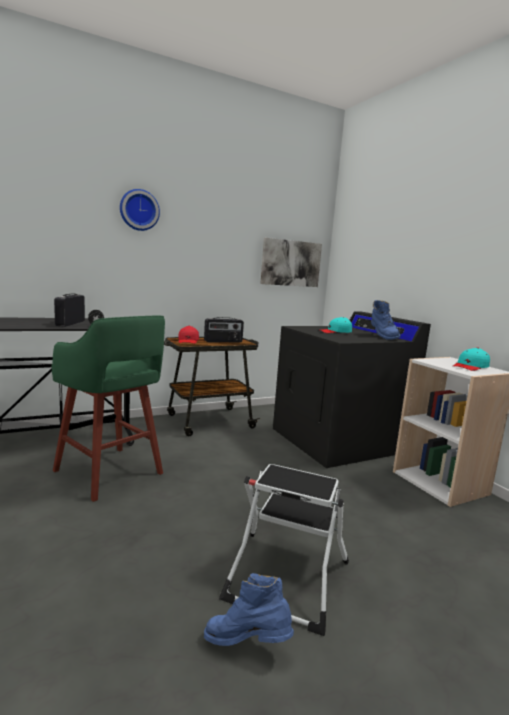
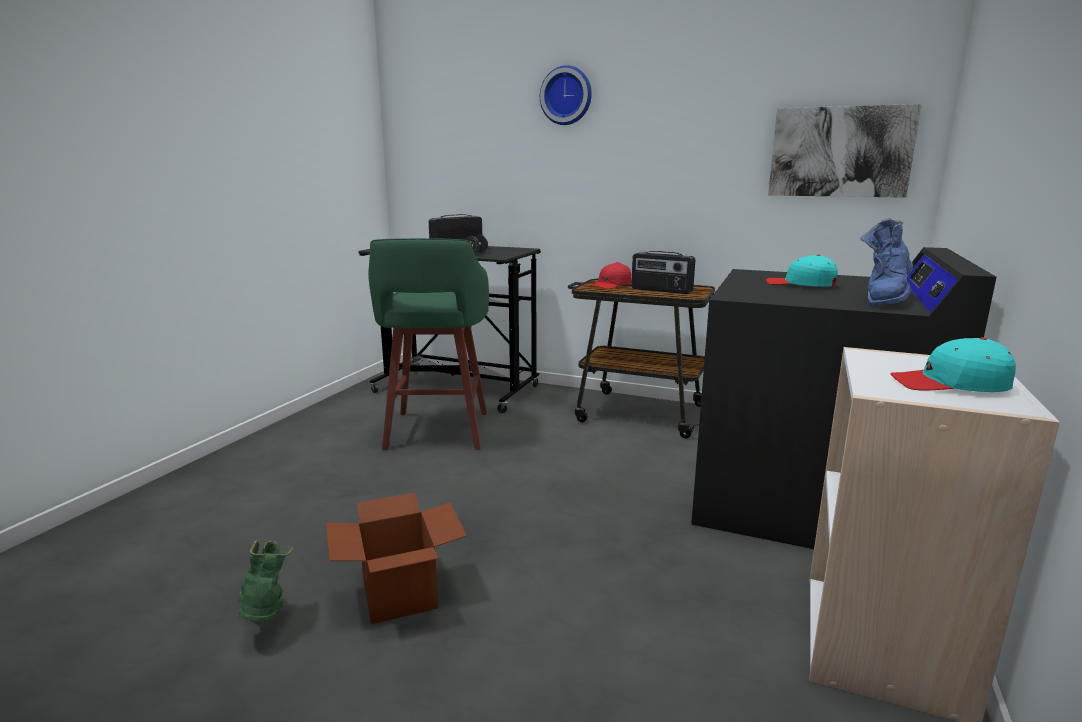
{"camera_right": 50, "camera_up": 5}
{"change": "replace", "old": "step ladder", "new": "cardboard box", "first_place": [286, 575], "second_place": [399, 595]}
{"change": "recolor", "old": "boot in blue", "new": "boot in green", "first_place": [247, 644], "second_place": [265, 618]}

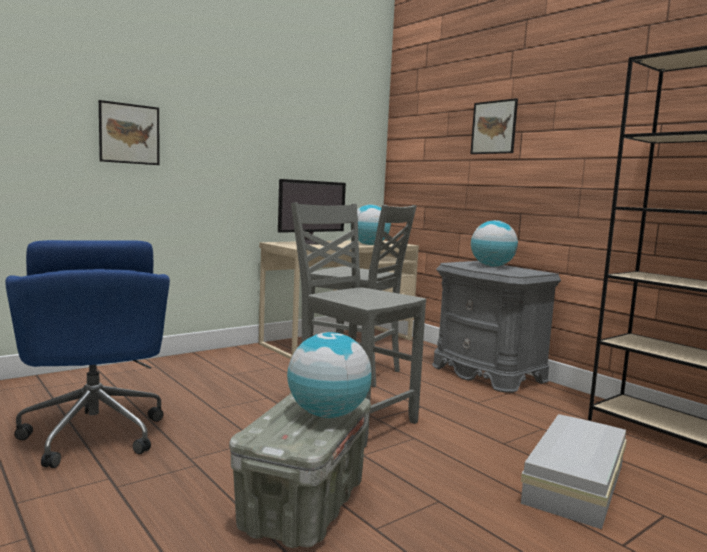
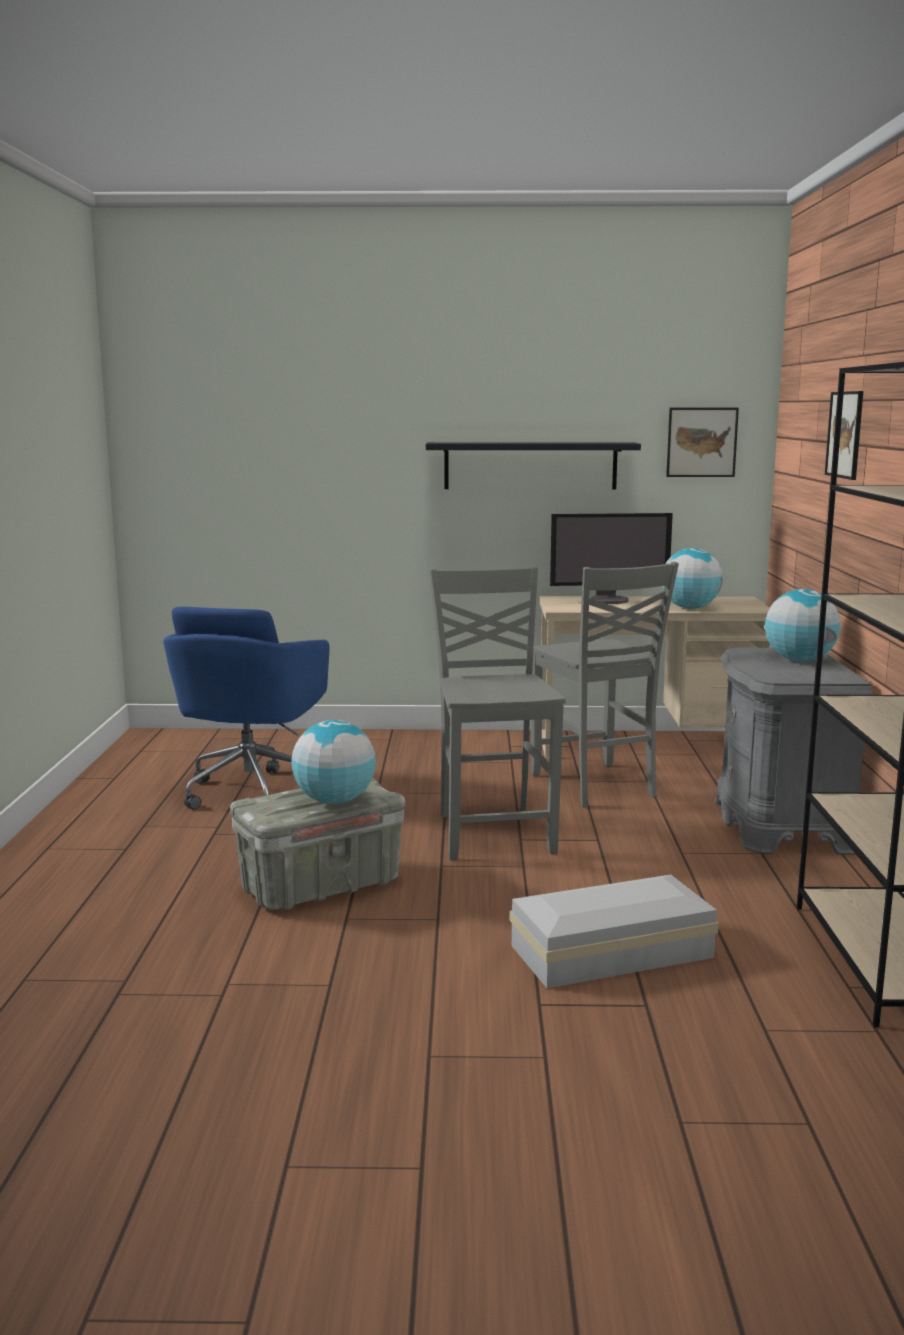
{"camera_right": 40, "camera_up": 5}
{"change": "move", "old": "picture", "first_place": [129, 134], "second_place": [701, 442]}
{"change": "insert", "new": "shelf in black", "second_place": [530, 465]}

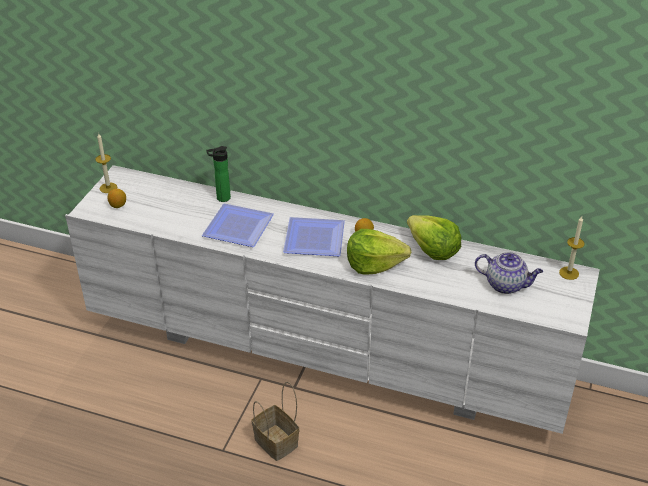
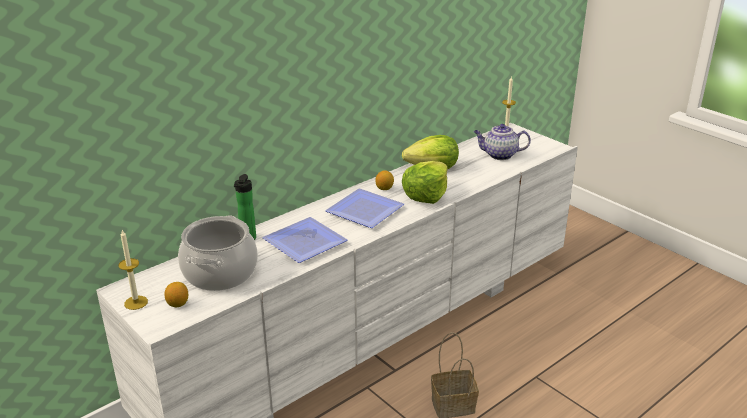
{"camera_right": -60, "camera_up": -10}
{"change": "rotate", "old": "teapot", "first_place": [506, 285], "second_place": [499, 155], "degrees": -135}
{"change": "insert", "new": "cooking pot", "second_place": [219, 272]}

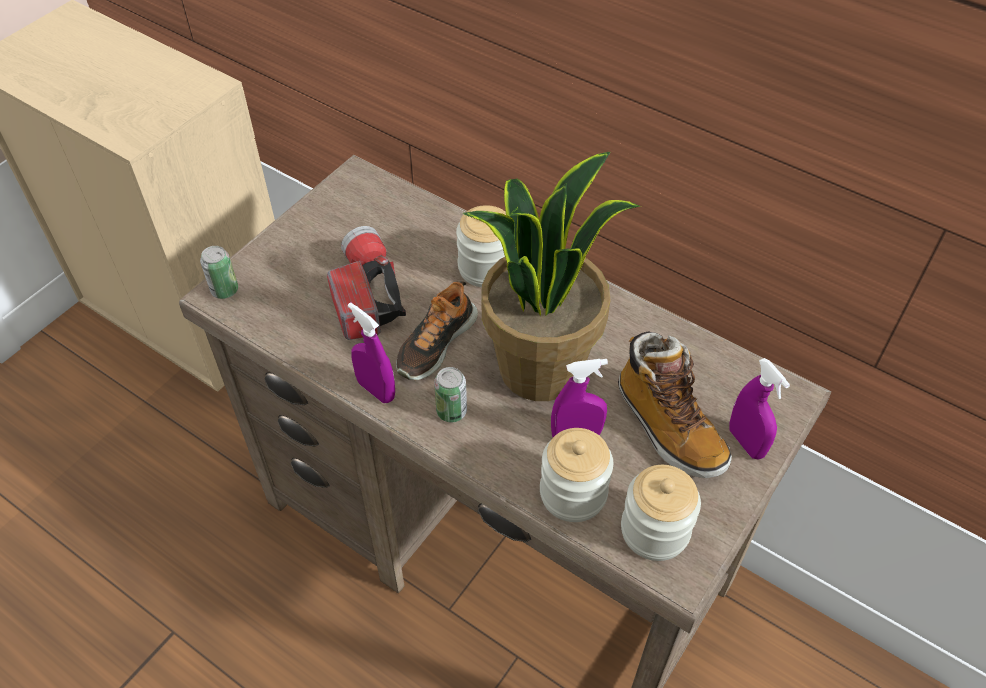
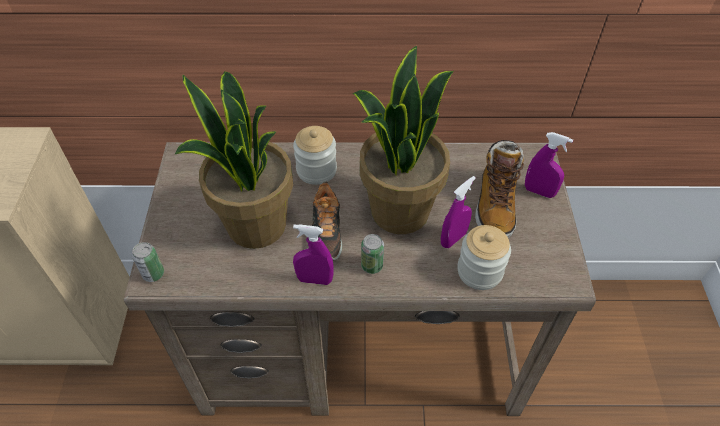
{"camera_right": -35, "camera_up": 0}
{"change": "replace", "old": "flashlight", "new": "potted plant", "first_place": [365, 295], "second_place": [255, 225]}
{"change": "rotate", "old": "boot", "first_place": [668, 427], "second_place": [495, 205], "degrees": 75}
{"change": "delete", "old": "jar", "first_place": [655, 530]}

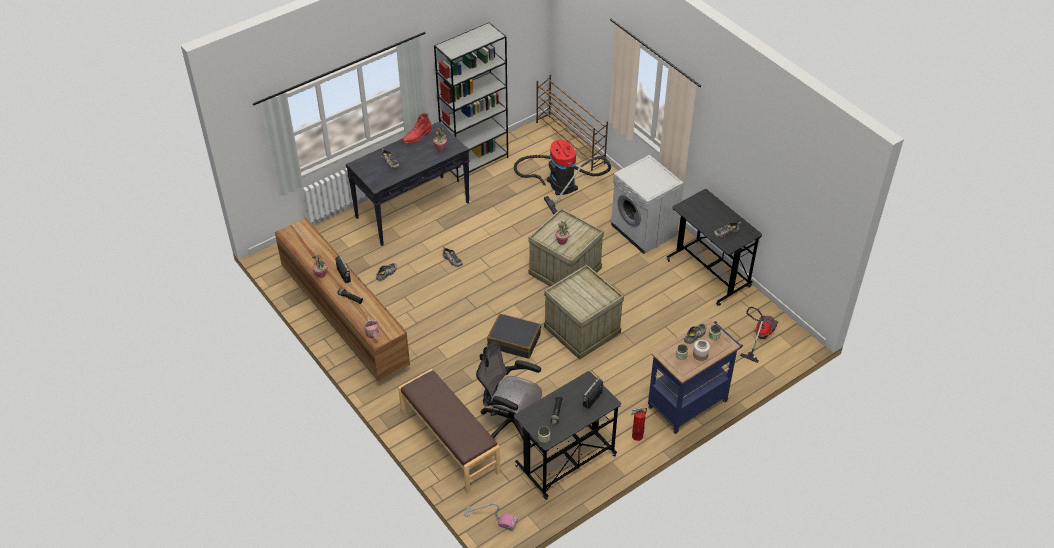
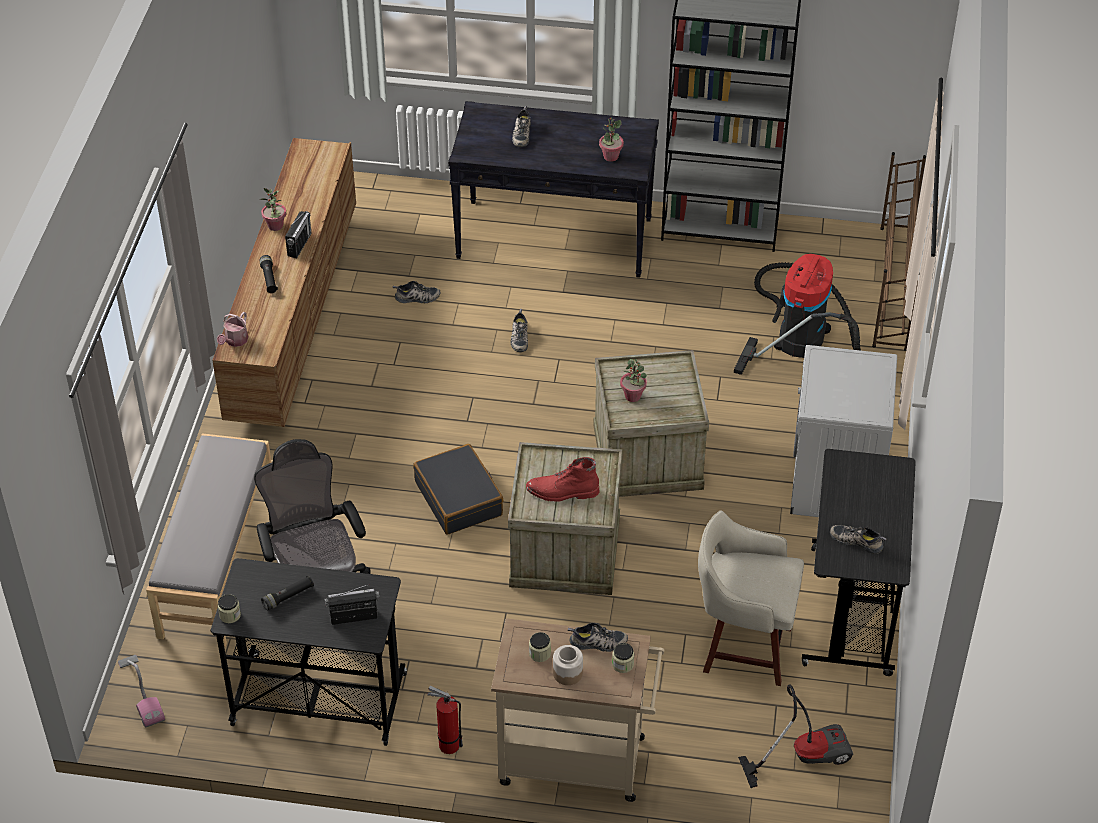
{"camera_right": 45, "camera_up": 0}
{"change": "move", "old": "boot in red", "first_place": [417, 136], "second_place": [562, 492]}
{"change": "recolor", "old": "cart in blue", "new": "cart in beige", "first_place": [689, 403], "second_place": [577, 762]}
{"change": "recolor", "old": "bench in brown", "new": "bench in grey", "first_place": [449, 442], "second_place": [216, 562]}
{"change": "insert", "new": "stool in beige", "second_place": [742, 648]}

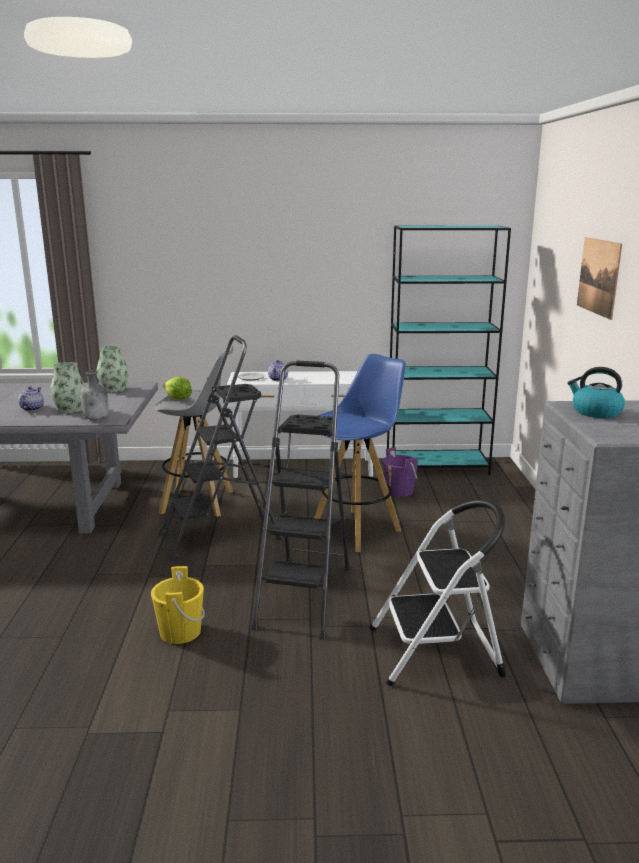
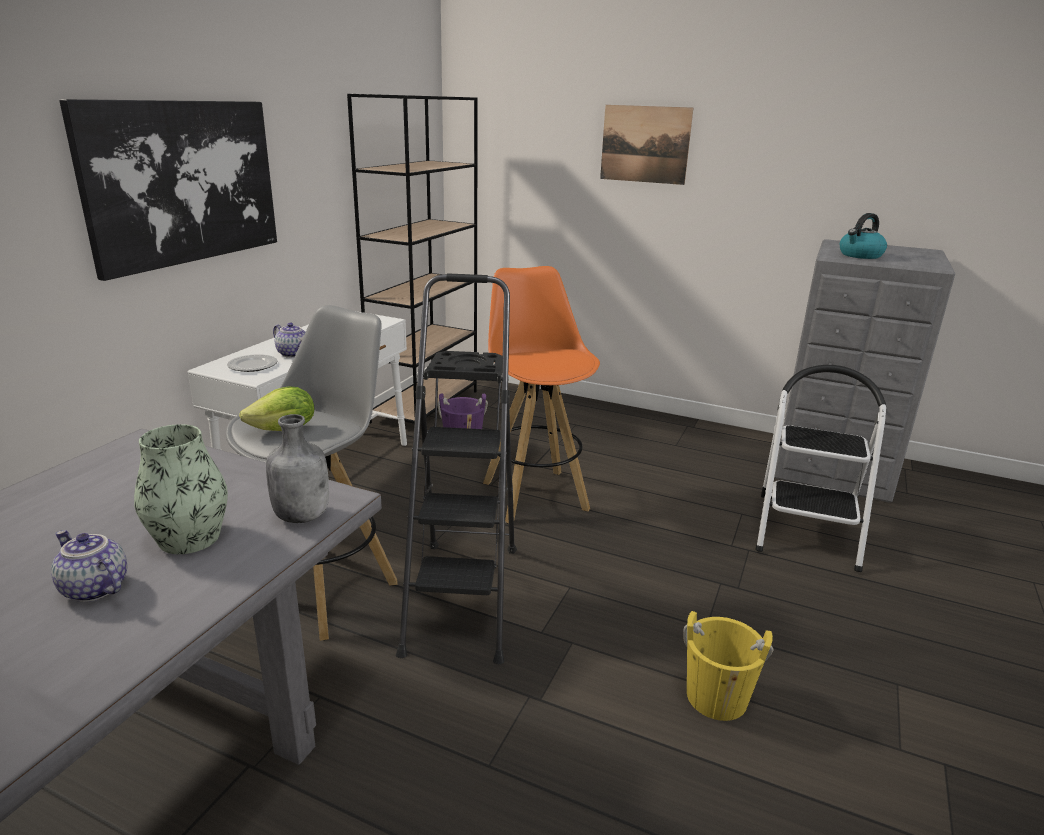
{"camera_right": -65, "camera_up": 5}
{"change": "recolor", "old": "bookcase in turquoise", "new": "bookcase in beige", "first_place": [437, 466], "second_place": [425, 406]}
{"change": "delete", "old": "vase", "first_place": [114, 389]}
{"change": "recolor", "old": "stool in blue", "new": "stool in orange", "first_place": [357, 530], "second_place": [535, 494]}
{"change": "delete", "old": "step ladder", "first_place": [304, 594]}
{"change": "insert", "new": "picture", "second_place": [183, 182]}

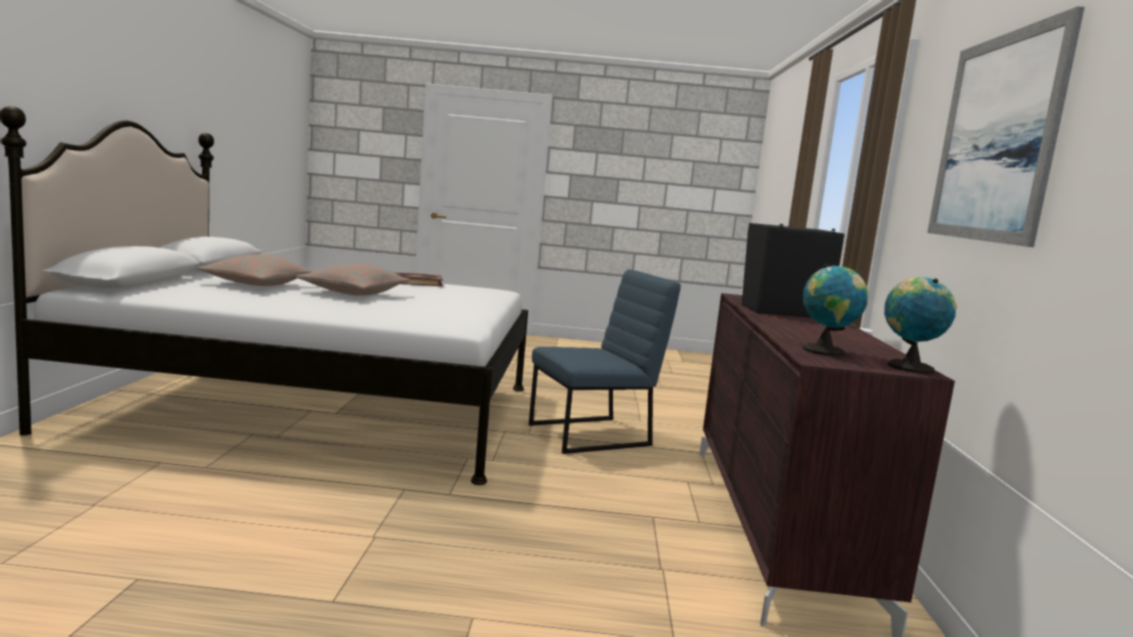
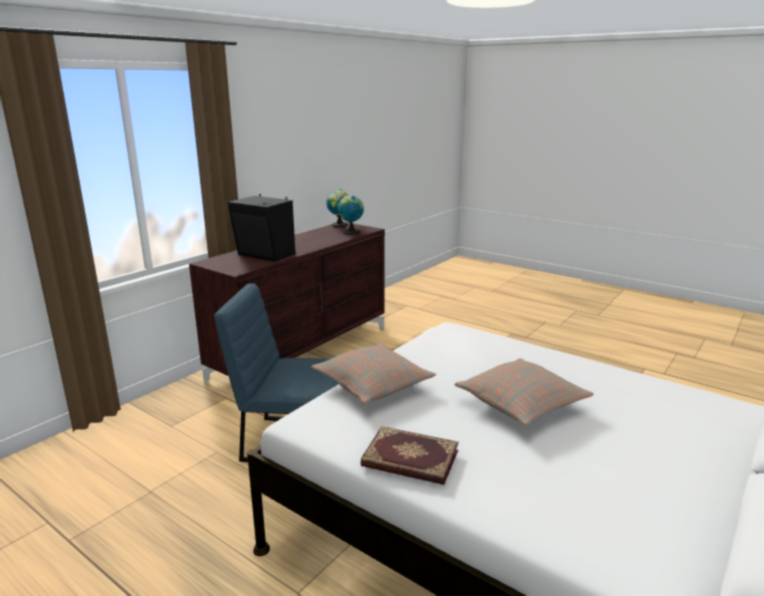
{"camera_right": -145, "camera_up": 10}
{"change": "delete", "old": "picture", "first_place": [996, 138]}
{"change": "move", "old": "pillow in grey", "first_place": [257, 285], "second_place": [373, 386]}

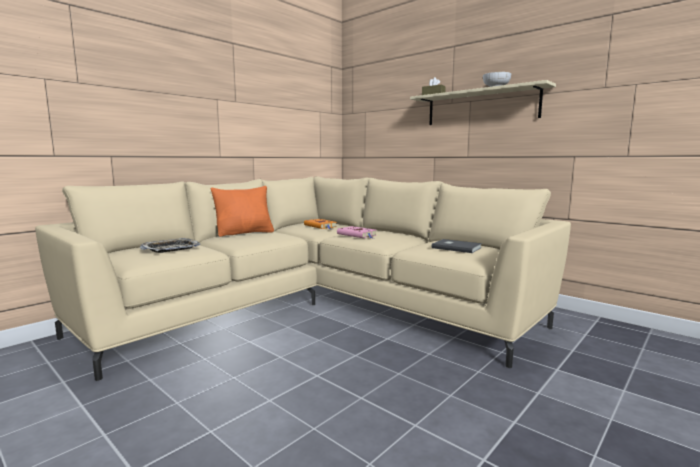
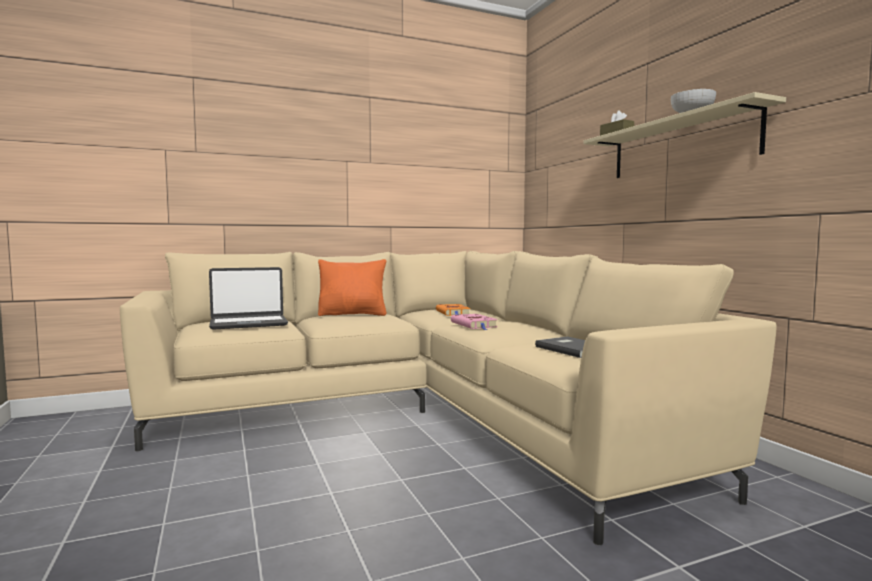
{"camera_right": 25, "camera_up": -5}
{"change": "replace", "old": "tray", "new": "laptop", "first_place": [171, 249], "second_place": [248, 323]}

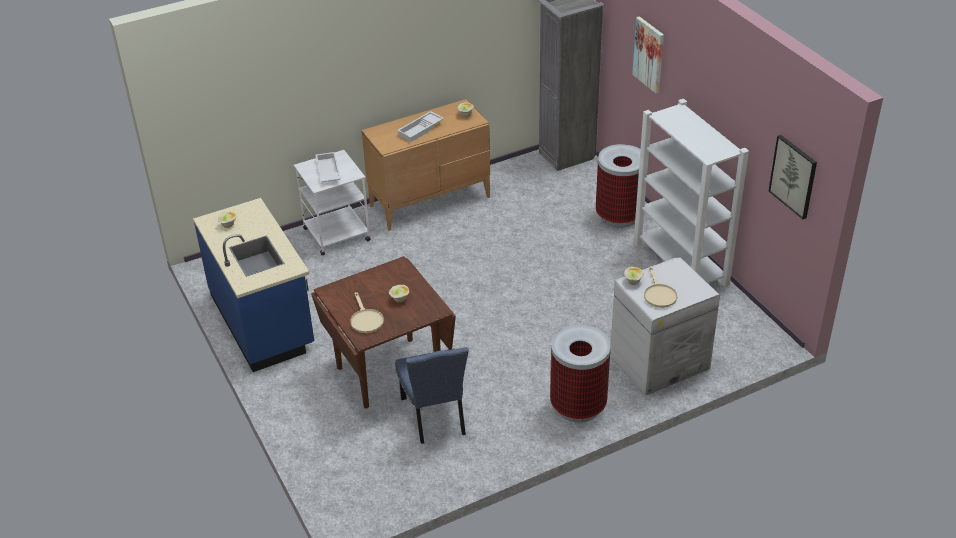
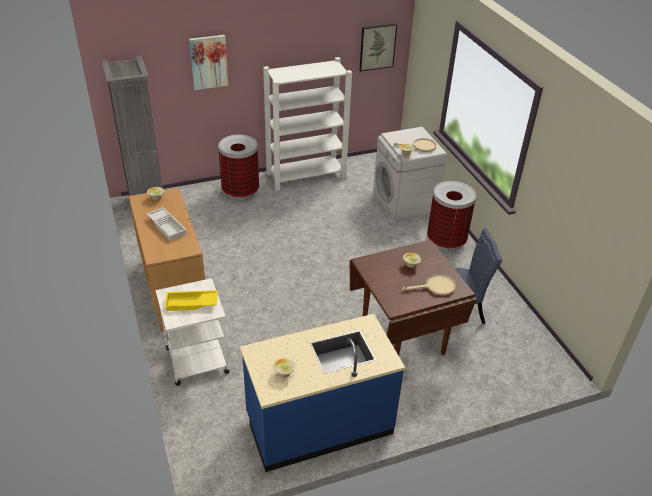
{"camera_right": -85, "camera_up": 0}
{"change": "recolor", "old": "tray in white", "new": "tray in yellow", "first_place": [327, 171], "second_place": [191, 303]}

